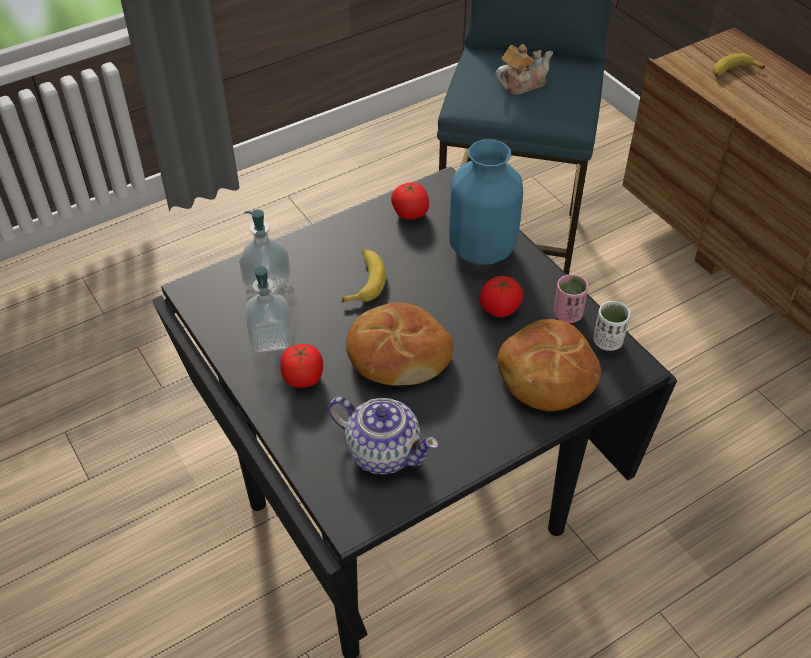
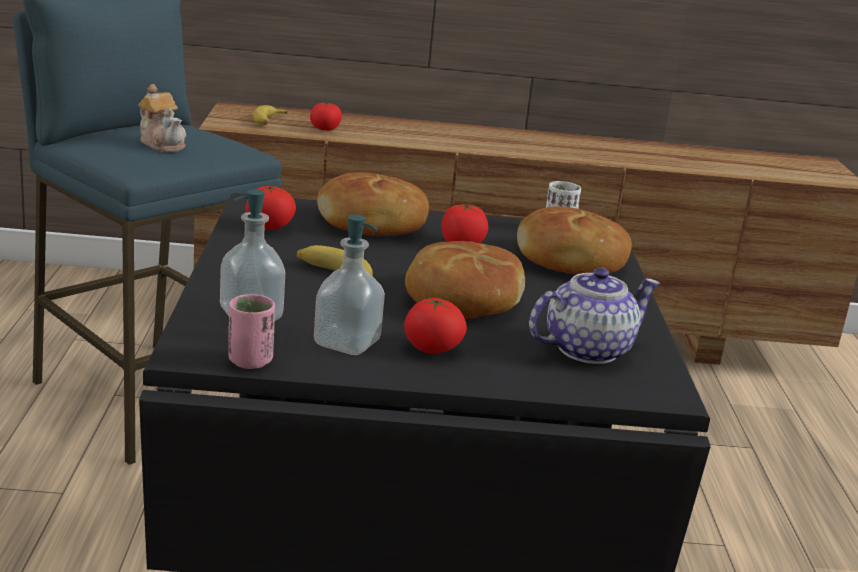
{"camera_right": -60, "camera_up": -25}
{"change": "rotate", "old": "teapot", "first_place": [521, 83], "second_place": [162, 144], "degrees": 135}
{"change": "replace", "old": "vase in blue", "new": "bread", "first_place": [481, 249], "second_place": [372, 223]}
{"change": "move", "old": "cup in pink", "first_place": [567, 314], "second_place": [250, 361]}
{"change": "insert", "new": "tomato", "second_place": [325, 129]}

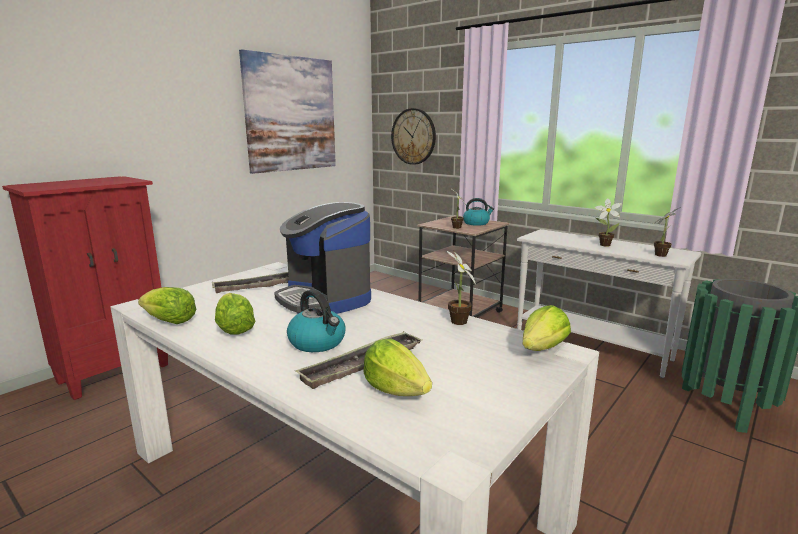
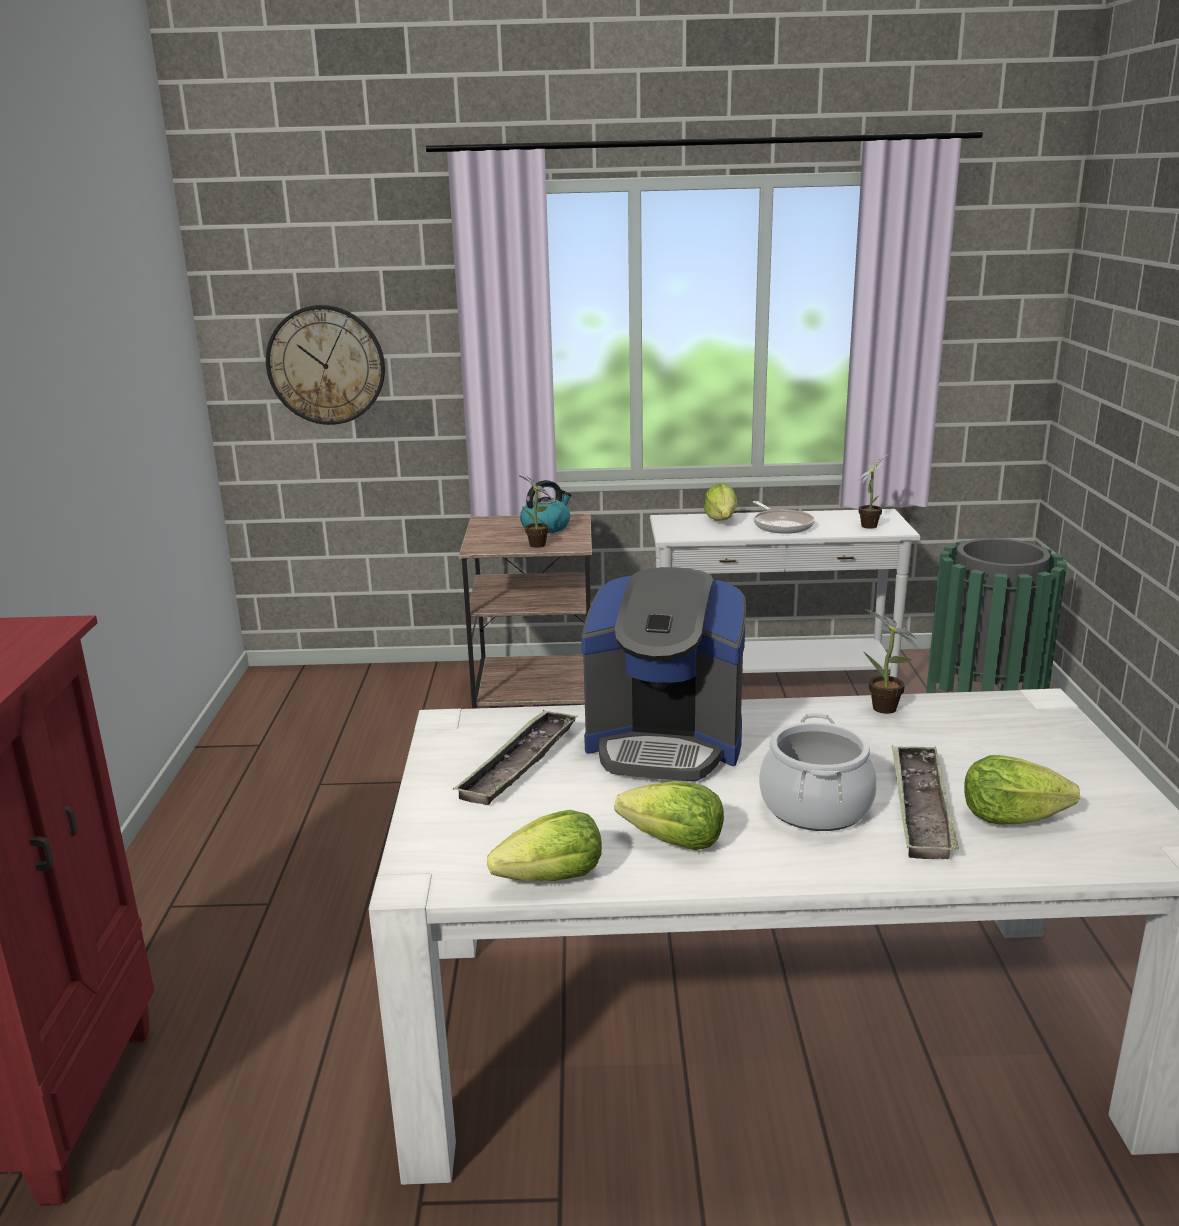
{"camera_right": -40, "camera_up": 5}
{"change": "delete", "old": "picture", "first_place": [291, 114]}
{"change": "replace", "old": "potted plant", "new": "frying pan", "first_place": [603, 245], "second_place": [781, 525]}
{"change": "replace", "old": "kettle", "new": "cooking pot", "first_place": [318, 342], "second_place": [815, 807]}
{"change": "move", "old": "lettuce", "first_place": [543, 349], "second_place": [721, 520]}

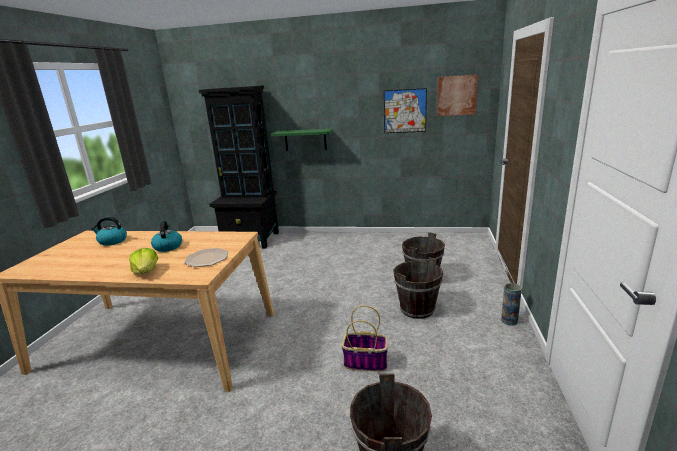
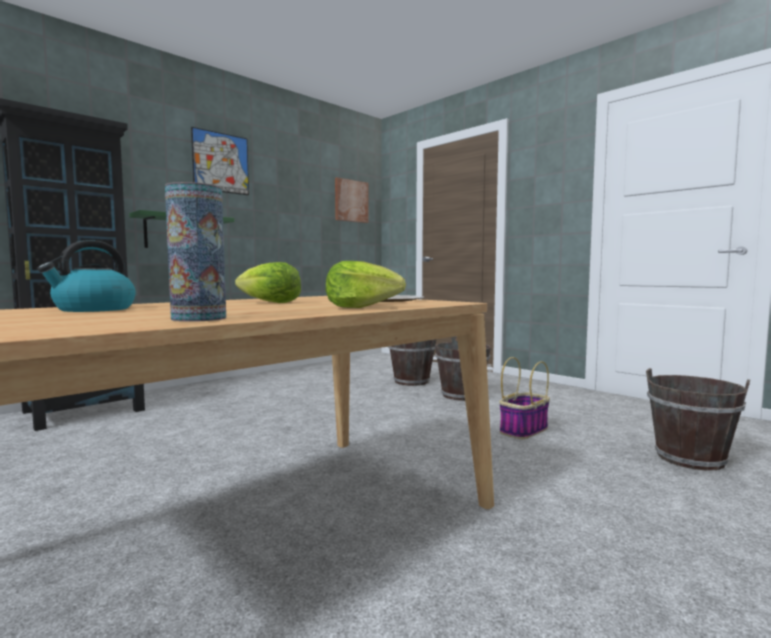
{"camera_right": -55, "camera_up": -15}
{"change": "move", "old": "picture", "first_place": [405, 111], "second_place": [221, 162]}
{"change": "replace", "old": "kettle", "new": "lettuce", "first_place": [168, 247], "second_place": [270, 303]}
{"change": "move", "old": "vase", "first_place": [509, 321], "second_place": [199, 318]}

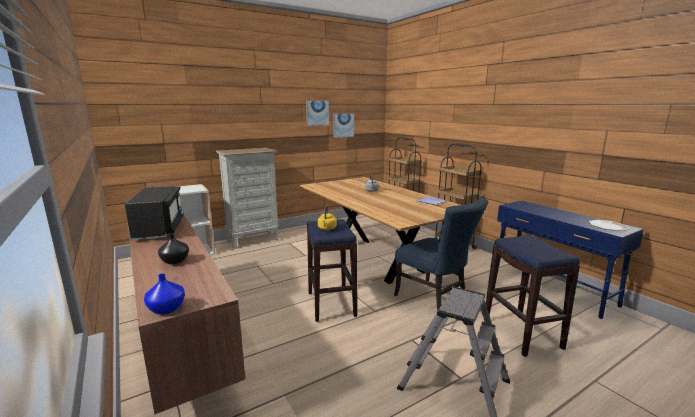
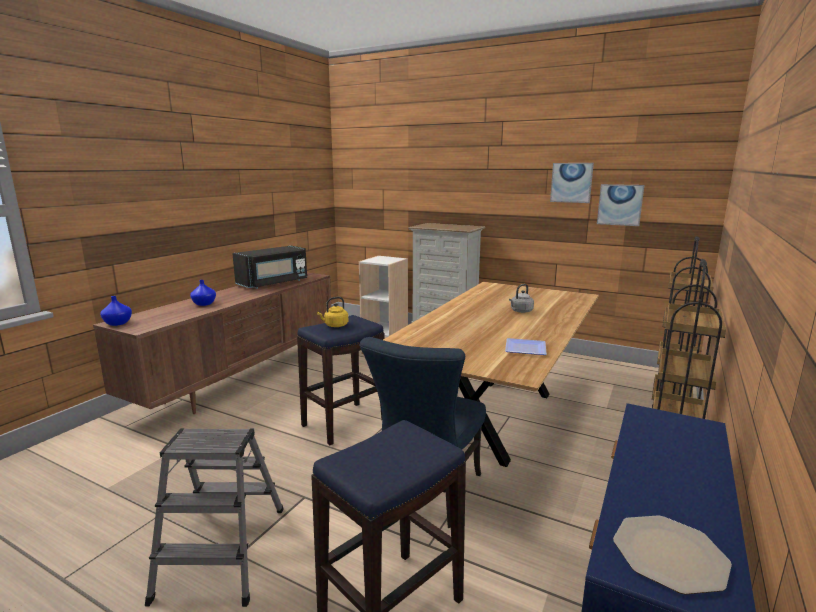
{"camera_right": 60, "camera_up": 0}
{"change": "recolor", "old": "vase in black", "new": "vase in blue", "first_place": [174, 261], "second_place": [203, 304]}

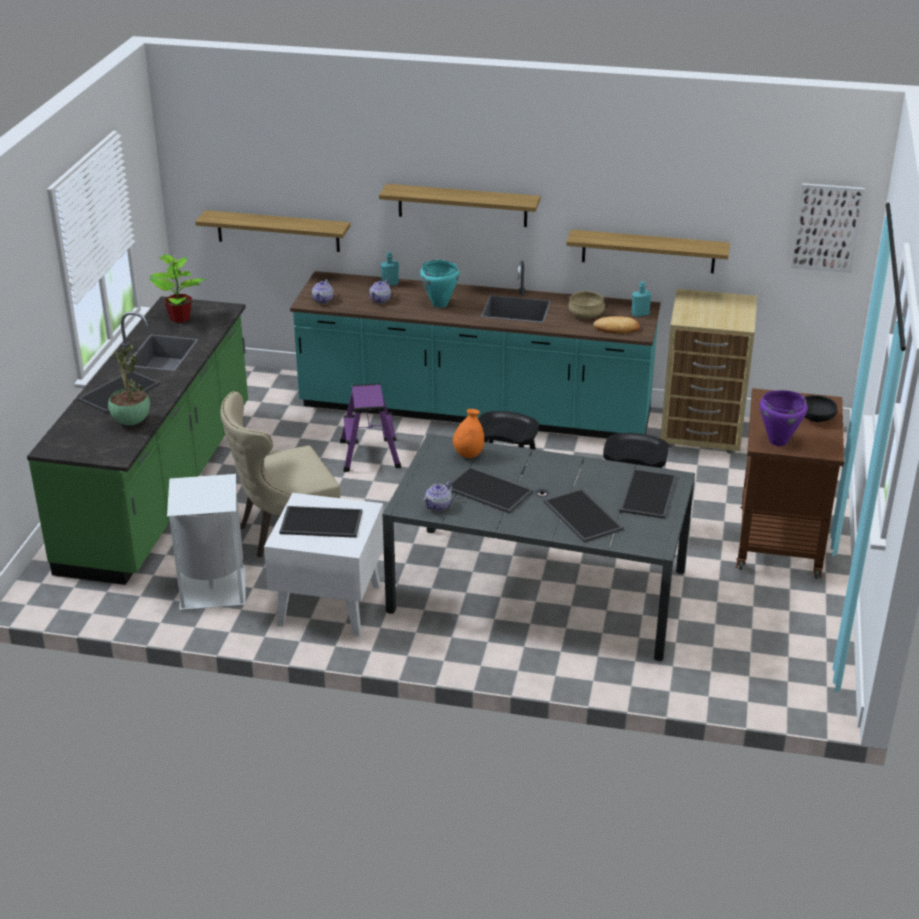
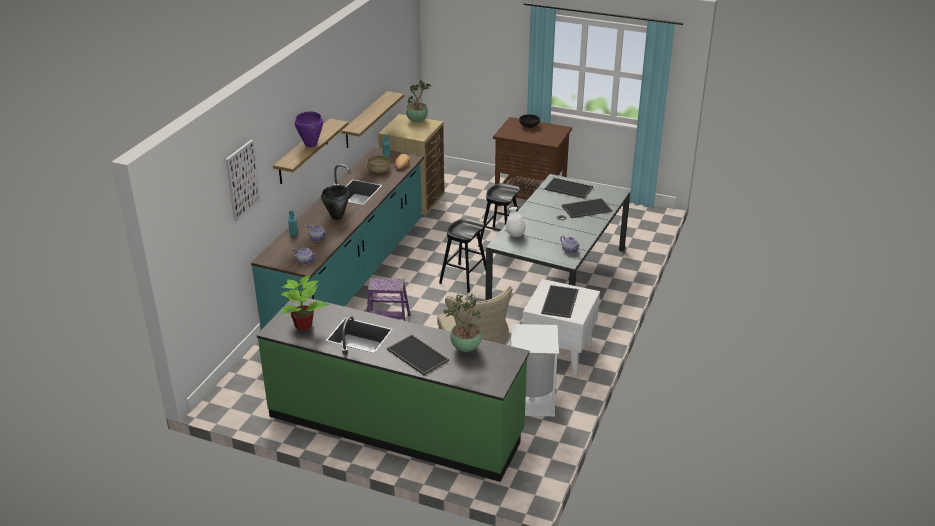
{"camera_right": -80, "camera_up": 0}
{"change": "move", "old": "picture", "first_place": [827, 227], "second_place": [242, 180]}
{"change": "delete", "old": "shelf", "first_place": [278, 231]}
{"change": "recolor", "old": "cooking pot in turquoise", "new": "cooking pot in black", "first_place": [440, 304], "second_place": [337, 217]}
{"change": "move", "old": "cooking pot in purple", "first_place": [777, 441], "second_place": [310, 144]}
{"change": "recolor", "old": "vase in orange", "new": "vase in white", "first_place": [468, 454], "second_place": [515, 235]}
{"change": "delete", "old": "tray", "first_place": [487, 491]}
{"change": "insert", "new": "potted plant", "second_place": [417, 121]}

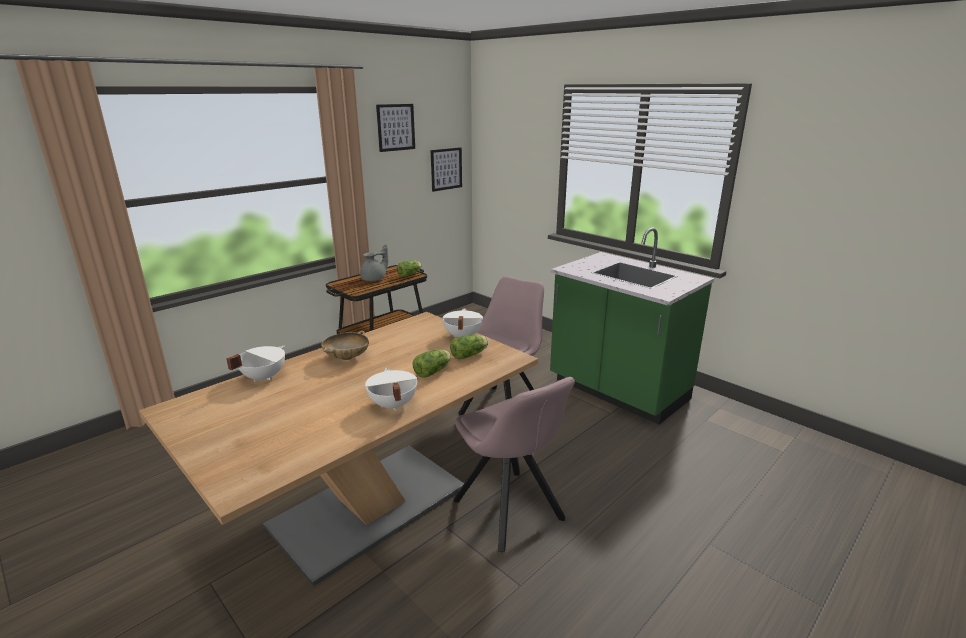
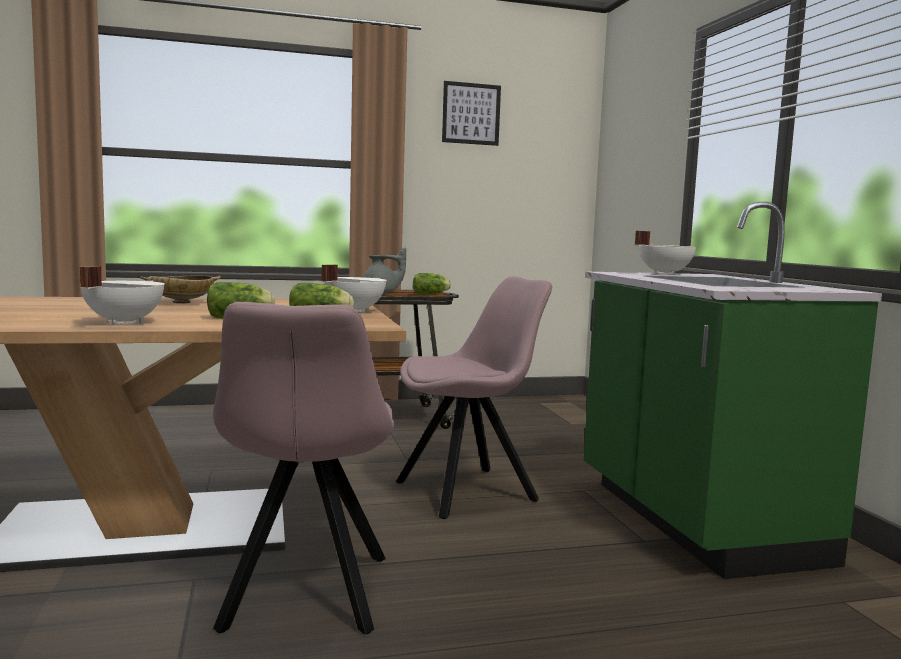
{"camera_right": 30, "camera_up": -15}
{"change": "delete", "old": "picture", "first_place": [446, 169]}
{"change": "move", "old": "cooking pot in white", "first_place": [263, 377], "second_place": [664, 273]}

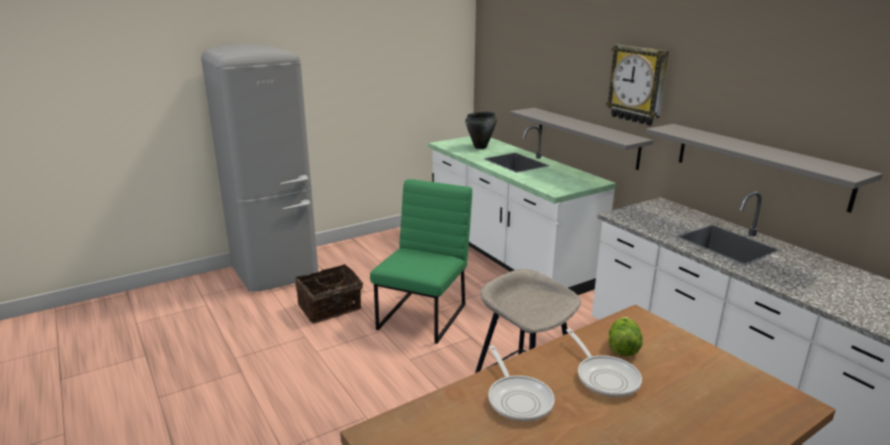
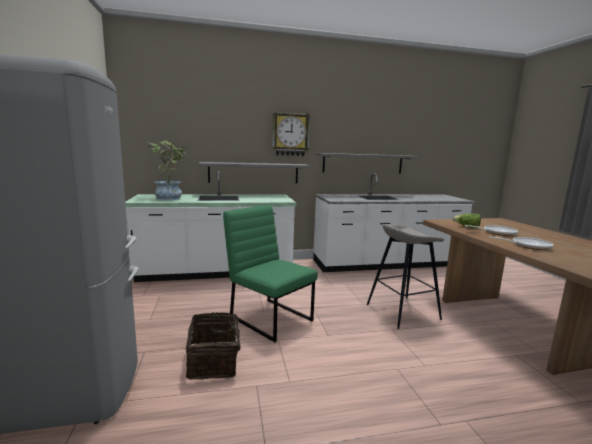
{"camera_right": -70, "camera_up": -10}
{"change": "replace", "old": "cooking pot in black", "new": "potted plant", "first_place": [480, 147], "second_place": [169, 197]}

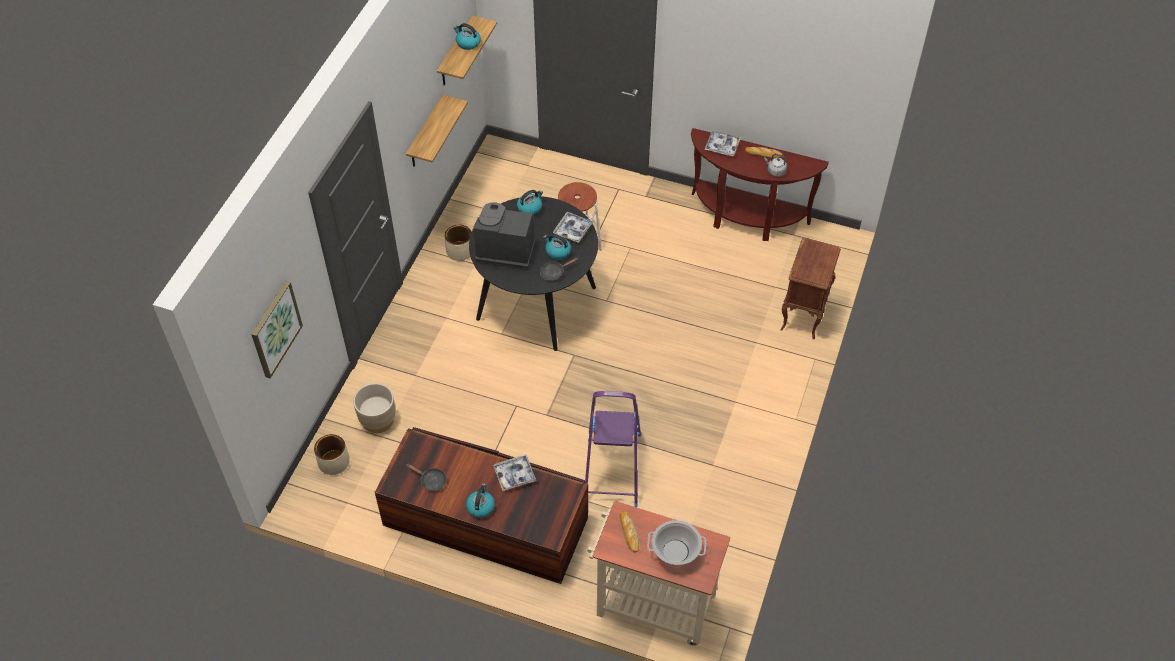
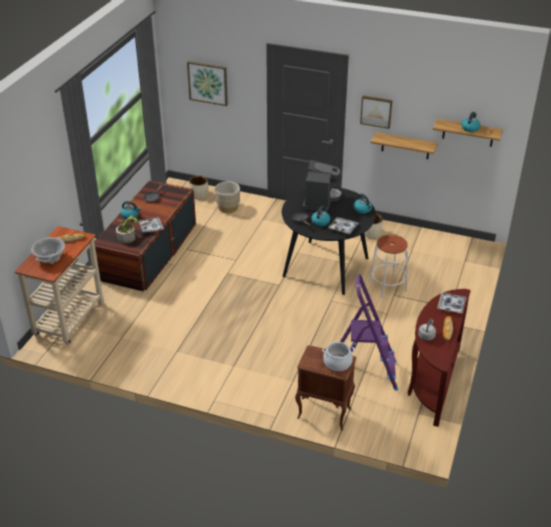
{"camera_right": 90, "camera_up": -15}
{"change": "move", "old": "step ladder in purple", "first_place": [612, 466], "second_place": [364, 374]}
{"change": "insert", "new": "picture", "second_place": [376, 111]}
{"change": "insert", "new": "potted plant", "second_place": [128, 236]}
{"change": "insert", "new": "cooking pot", "second_place": [337, 363]}

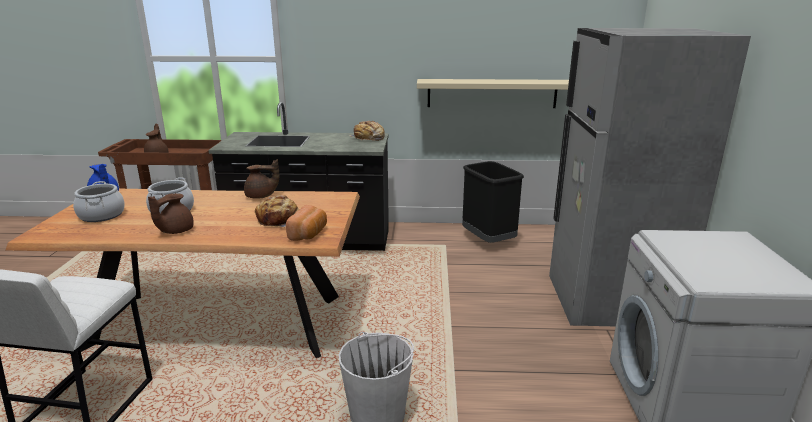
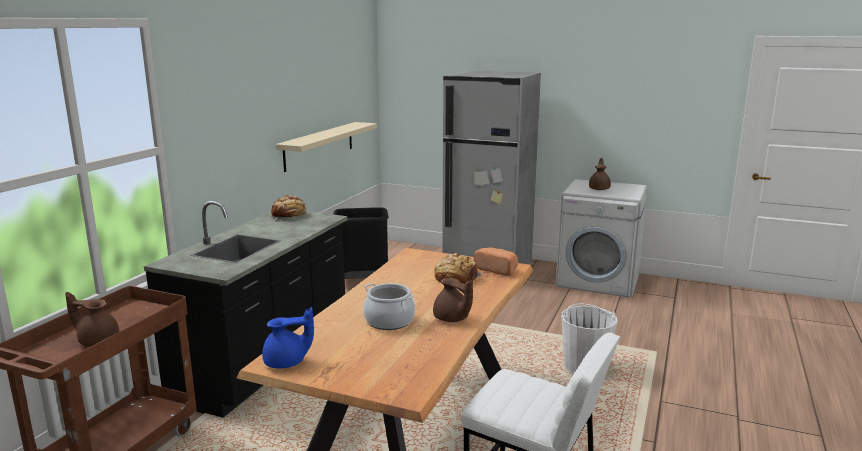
{"camera_right": -70, "camera_up": -5}
{"change": "move", "old": "teapot in brown", "first_place": [261, 196], "second_place": [599, 188]}
{"change": "delete", "old": "cooking pot", "first_place": [101, 215]}

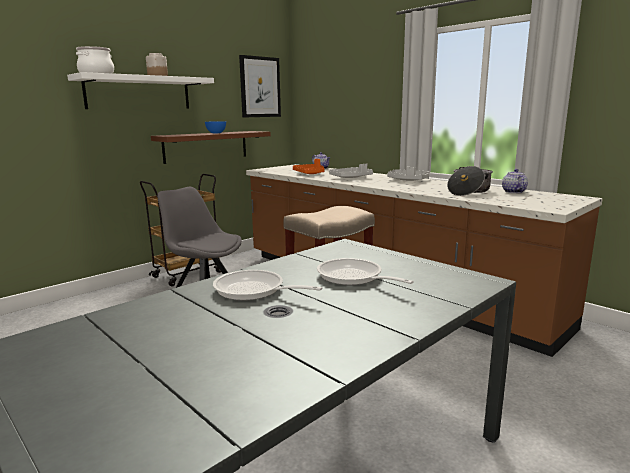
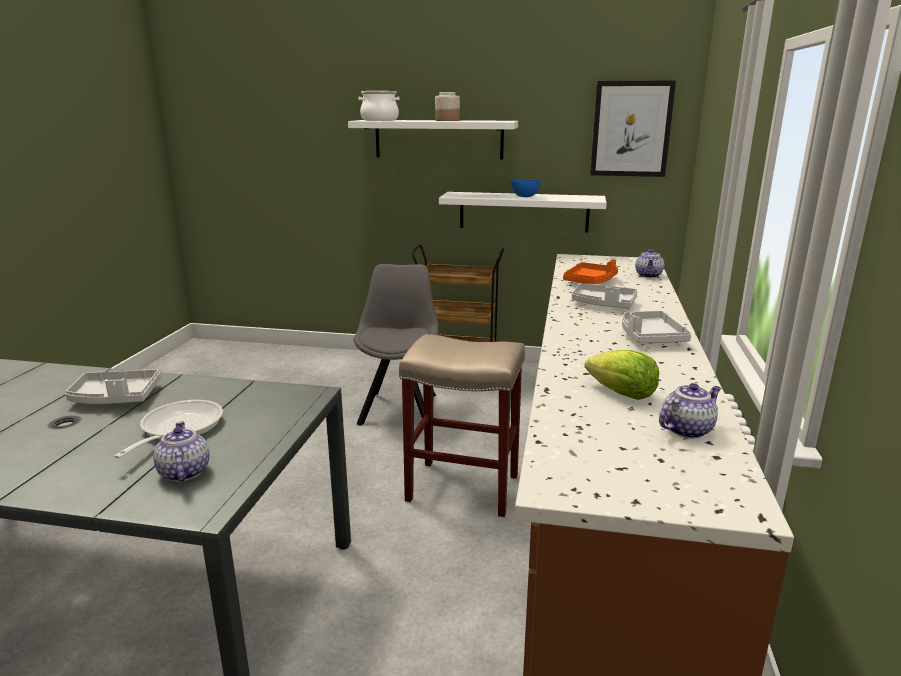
{"camera_right": 55, "camera_up": 5}
{"change": "recolor", "old": "shelf in brown", "new": "shelf in white", "first_place": [206, 146], "second_place": [523, 211]}
{"change": "replace", "old": "cooking pot", "new": "lettuce", "first_place": [468, 191], "second_place": [621, 393]}
{"change": "replace", "old": "frying pan", "new": "tray in grey", "first_place": [254, 291], "second_place": [116, 398]}
{"change": "insert", "new": "teapot", "second_place": [183, 472]}

